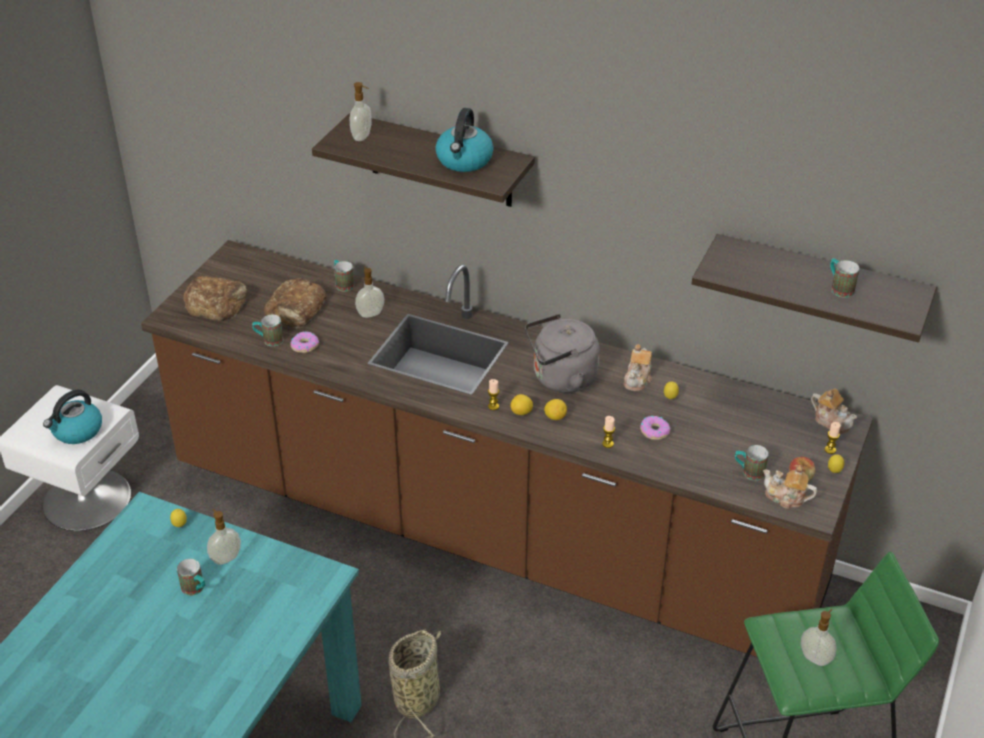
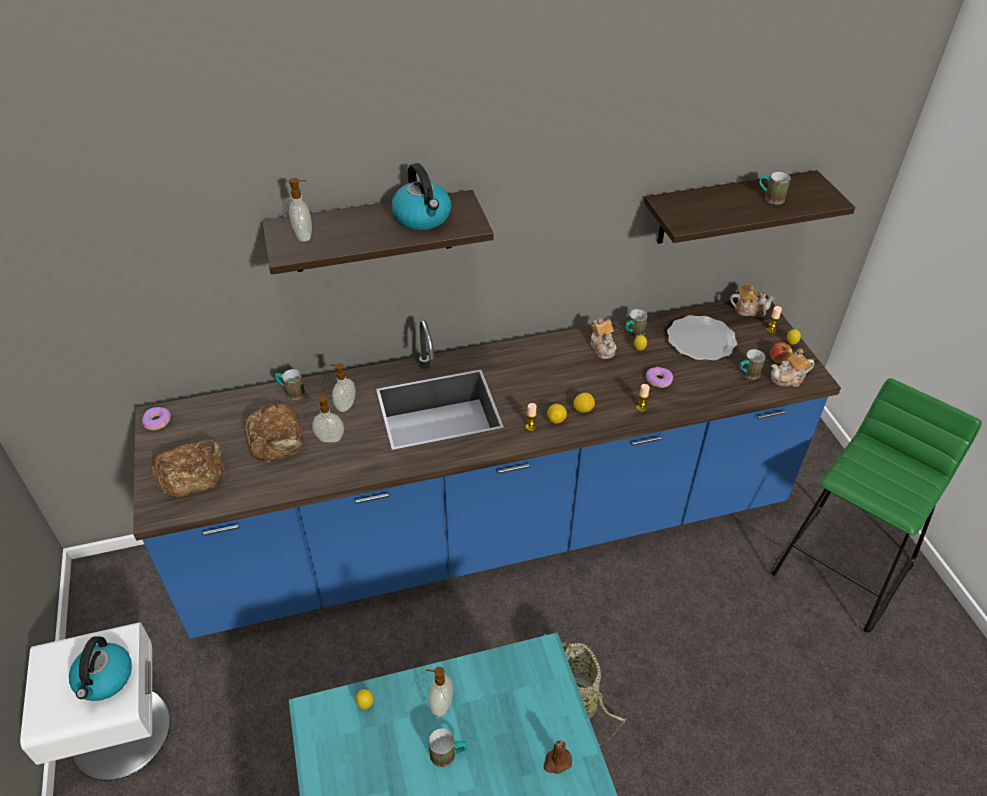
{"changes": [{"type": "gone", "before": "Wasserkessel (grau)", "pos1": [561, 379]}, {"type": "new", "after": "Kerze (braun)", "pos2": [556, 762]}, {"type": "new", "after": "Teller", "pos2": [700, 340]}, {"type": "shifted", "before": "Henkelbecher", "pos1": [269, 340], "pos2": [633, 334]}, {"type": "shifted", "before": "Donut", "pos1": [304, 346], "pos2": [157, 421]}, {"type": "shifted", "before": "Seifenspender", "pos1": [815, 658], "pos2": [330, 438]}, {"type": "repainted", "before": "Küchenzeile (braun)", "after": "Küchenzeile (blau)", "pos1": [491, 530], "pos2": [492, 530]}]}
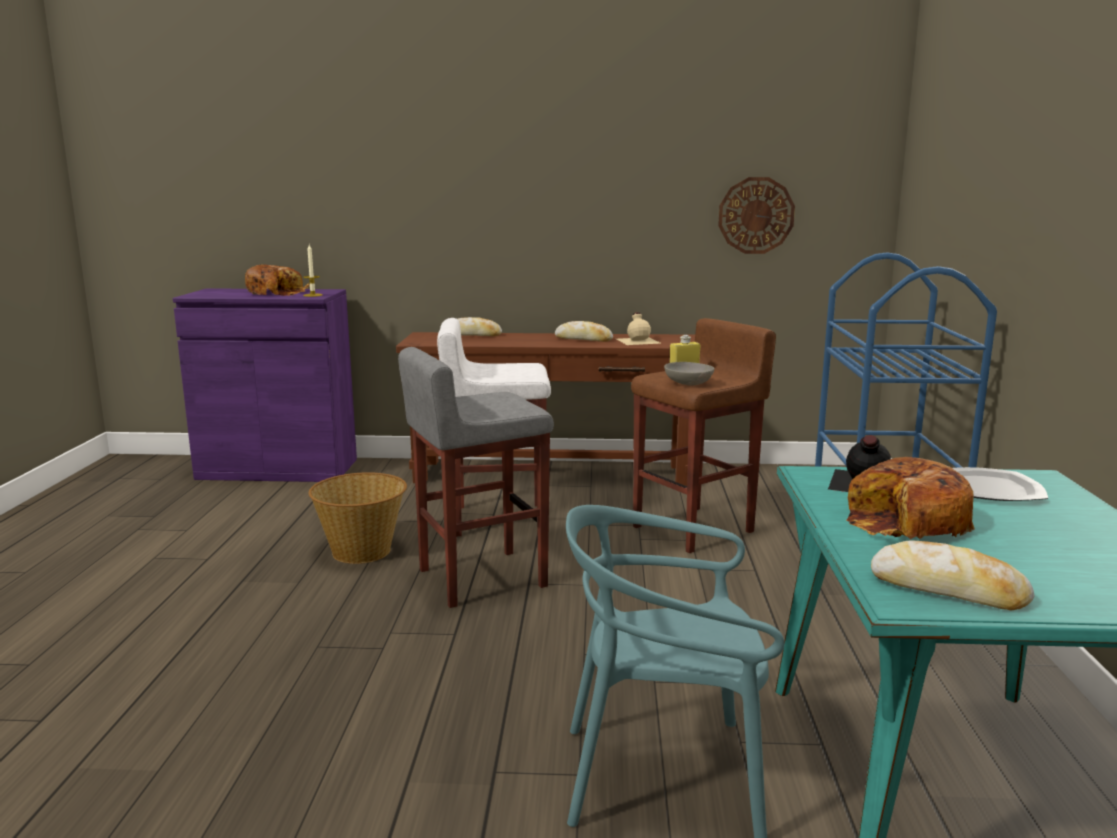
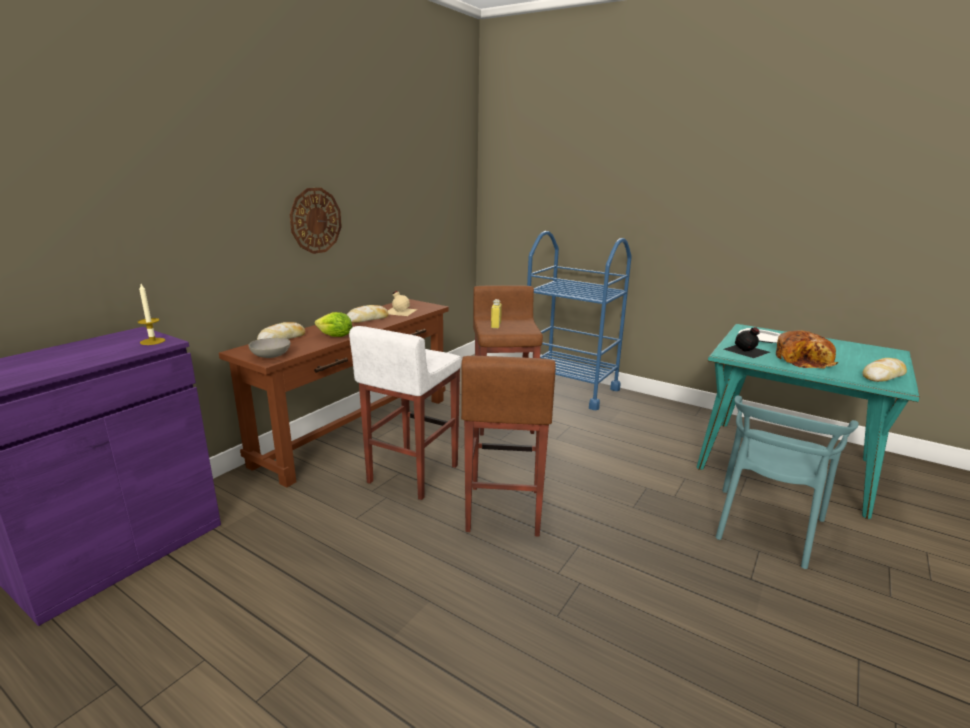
{"changes": [{"type": "gone", "before": "Brot", "pos1": [276, 292]}, {"type": "gone", "before": "Korb", "pos1": [362, 551]}, {"type": "new", "after": "Salatkopf", "pos2": [335, 336]}, {"type": "shifted", "before": "Schüssel (grau)", "pos1": [688, 384], "pos2": [270, 356]}, {"type": "shifted", "before": "Wanduhr", "pos1": [756, 215], "pos2": [315, 220]}, {"type": "repainted", "before": "Hocker (grau)", "after": "Hocker (braun)", "pos1": [479, 578], "pos2": [502, 510]}]}
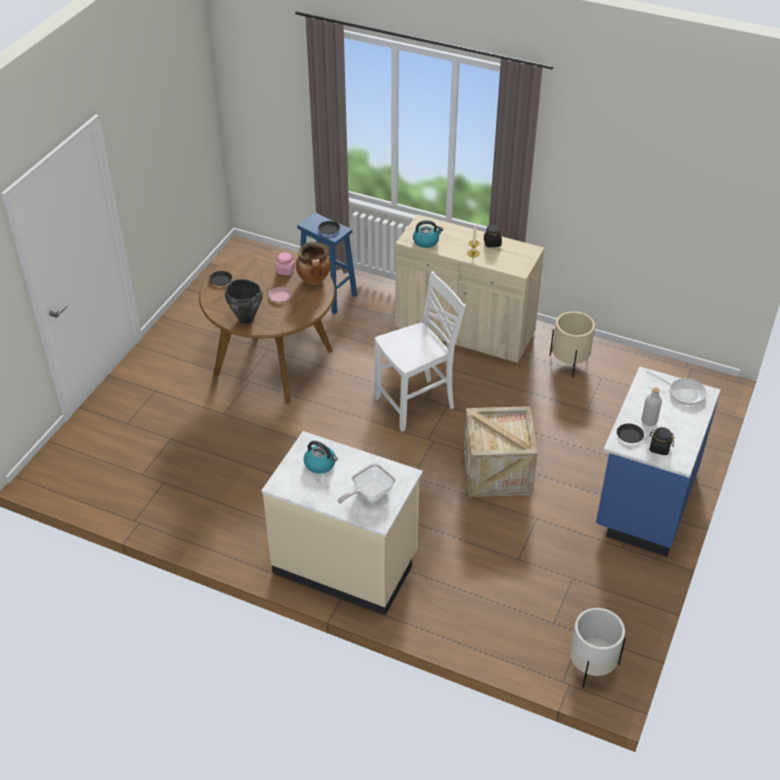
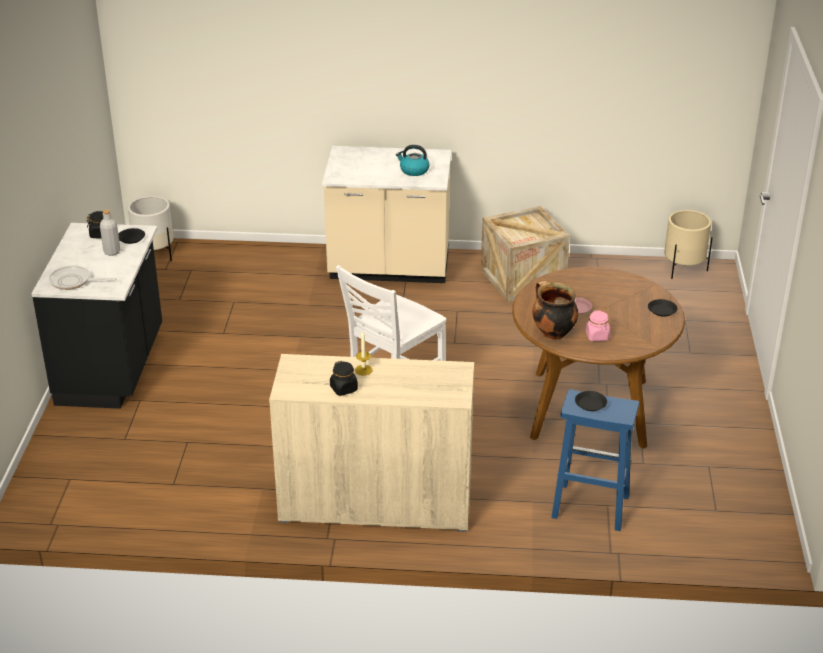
{"changes": [{"type": "gone", "before": "Kochtopf (schwarz)", "pos1": [246, 319]}, {"type": "gone", "before": "Pfanne", "pos1": [369, 493]}, {"type": "gone", "before": "Wasserkessel", "pos1": [426, 241]}, {"type": "shifted", "before": "Kiste", "pos1": [497, 472], "pos2": [522, 279]}, {"type": "shifted", "before": "Pflanzkübel (beige)", "pos1": [569, 362], "pos2": [683, 269]}, {"type": "repainted", "before": "Küchenzeile (blau)", "after": "Küchenzeile (schwarz)", "pos1": [644, 501], "pos2": [113, 368]}]}
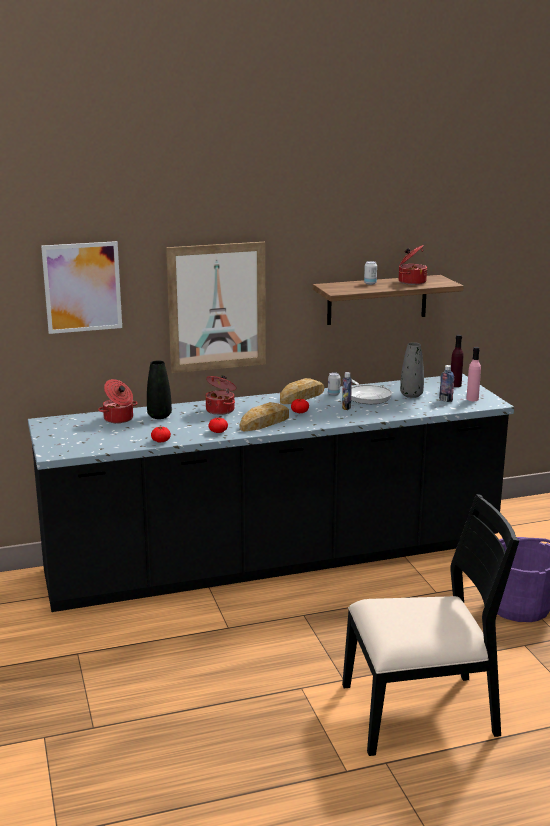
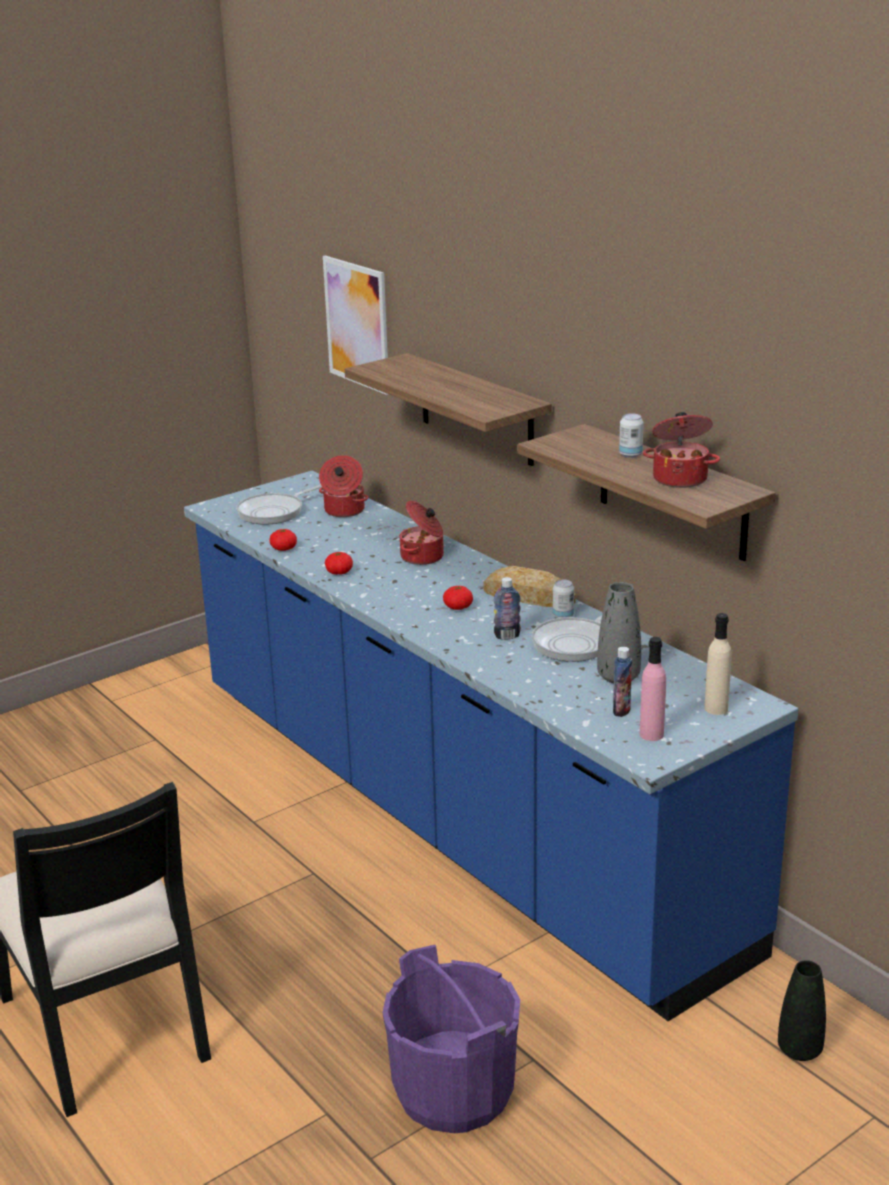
{"changes": [{"type": "gone", "before": "Brot", "pos1": [264, 422]}, {"type": "new", "after": "Pfanne", "pos2": [274, 512]}, {"type": "shifted", "before": "Vase (schwarz)", "pos1": [159, 416], "pos2": [799, 1050]}, {"type": "swapped", "before": "Bild", "after": "Wandregal", "pos1": [217, 307], "pos2": [476, 410]}, {"type": "repainted", "before": "Küchenzeile (schwarz)", "after": "Küchenzeile (blau)", "pos1": [275, 561], "pos2": [450, 814]}, {"type": "repainted", "before": "Flasche (lila)", "after": "Flasche (beige)", "pos1": [455, 385], "pos2": [716, 708]}]}
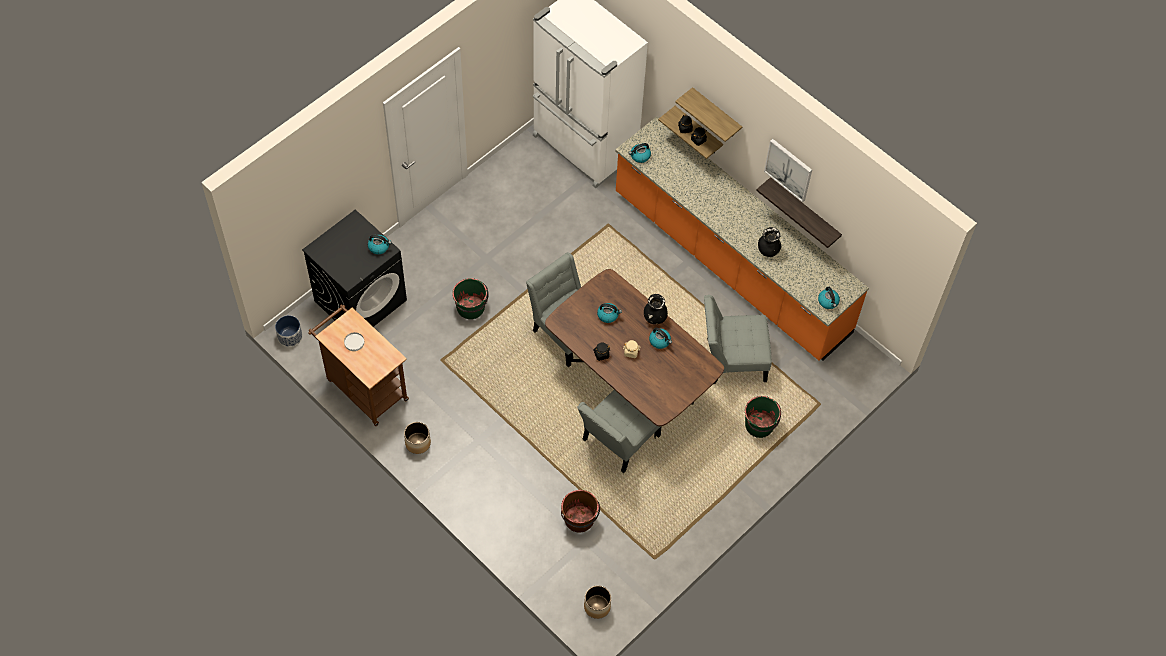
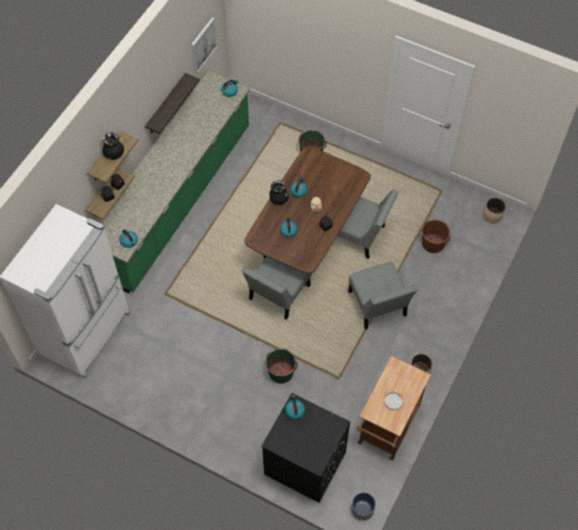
{"changes": [{"type": "shifted", "before": "Stuhl (grau)", "pos1": [732, 359], "pos2": [378, 307]}, {"type": "shifted", "before": "Vase (schwarz)", "pos1": [768, 250], "pos2": [114, 154]}, {"type": "shifted", "before": "Bild", "pos1": [789, 169], "pos2": [203, 45]}, {"type": "repainted", "before": "Küchenzeile (orange)", "after": "Küchenzeile (grün)", "pos1": [730, 264], "pos2": [177, 201]}]}
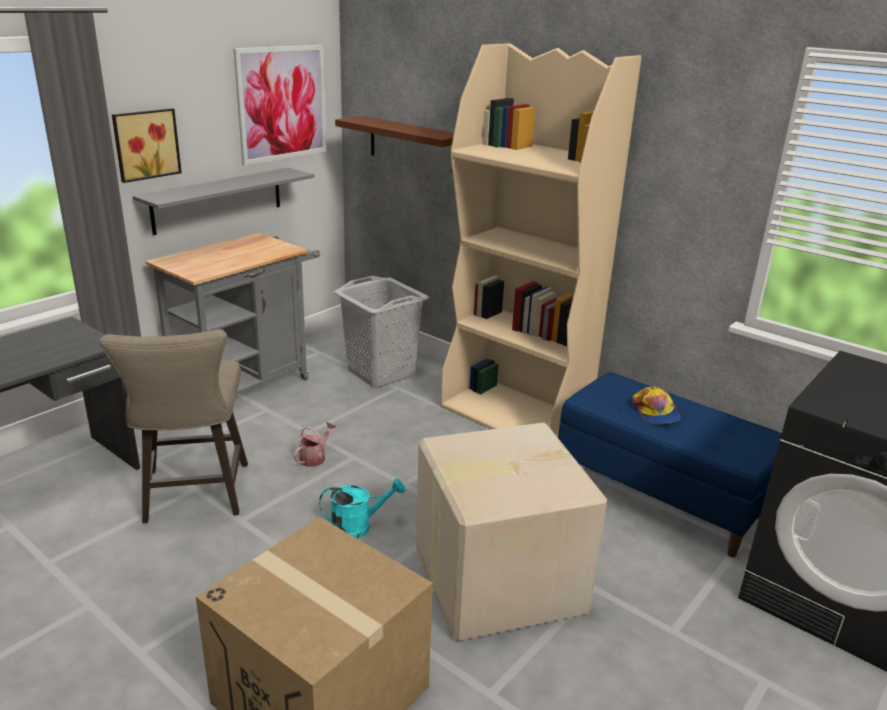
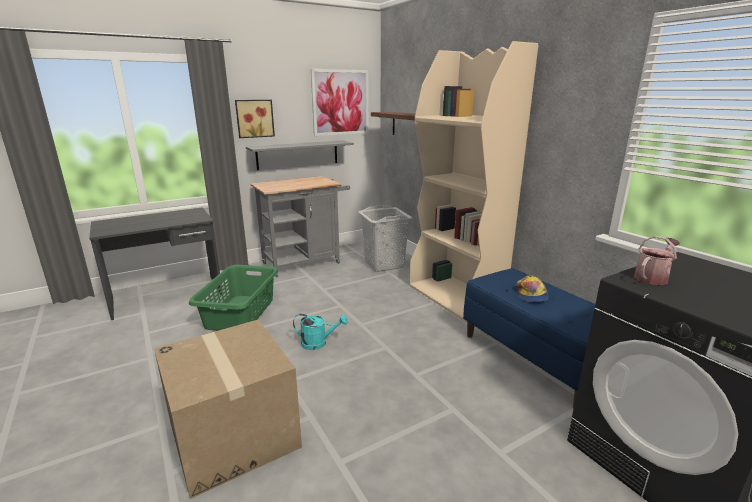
{"changes": [{"type": "gone", "before": "Karton", "pos1": [495, 579]}, {"type": "shifted", "before": "Gießkanne", "pos1": [315, 457], "pos2": [652, 277]}, {"type": "swapped", "before": "Hocker (beige)", "after": "Wäschekorb (grün)", "pos1": [194, 497], "pos2": [239, 313]}]}
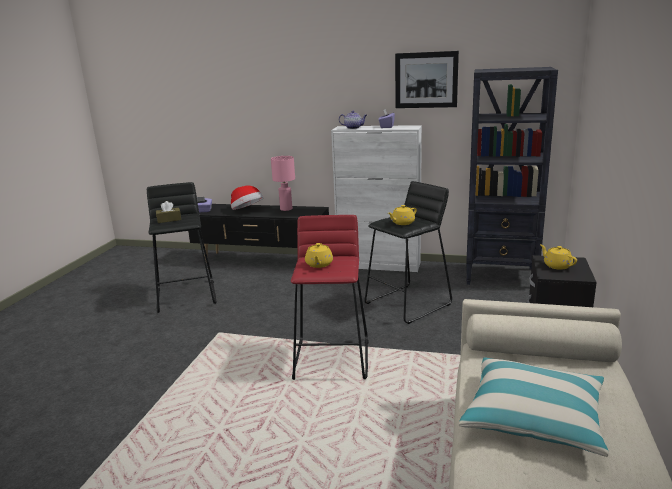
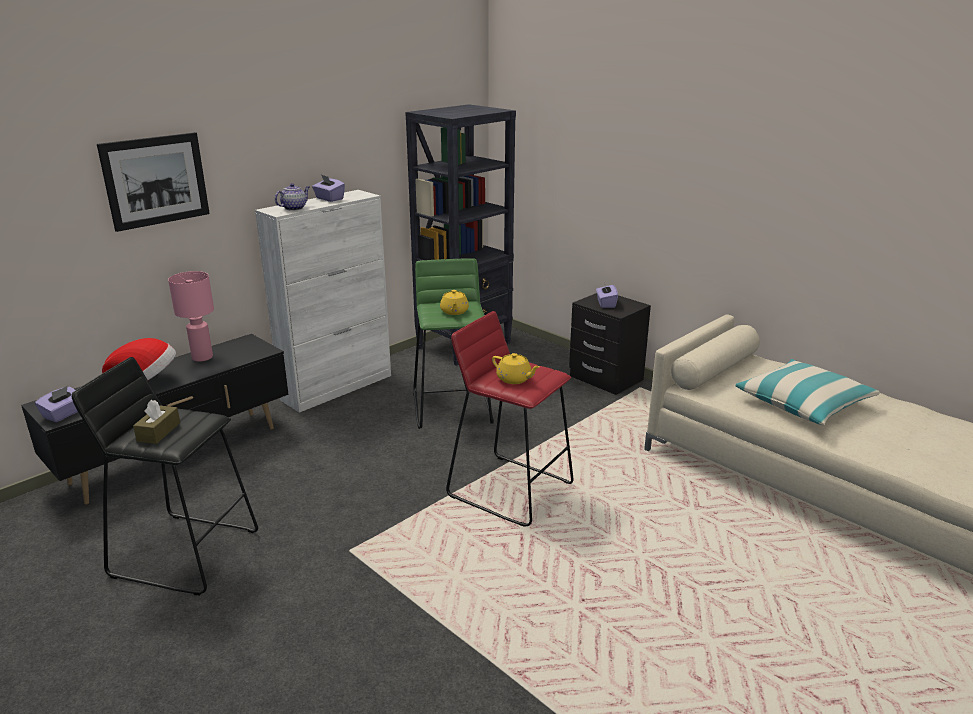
{"changes": [{"type": "shifted", "before": "Bild", "pos1": [426, 80], "pos2": [155, 180]}, {"type": "swapped", "before": "Teekanne (gelb)", "after": "Taschentuchbox (lila)", "pos1": [556, 265], "pos2": [605, 304]}, {"type": "repainted", "before": "Hocker (schwarz)", "after": "Hocker (grün)", "pos1": [408, 304], "pos2": [453, 407]}]}
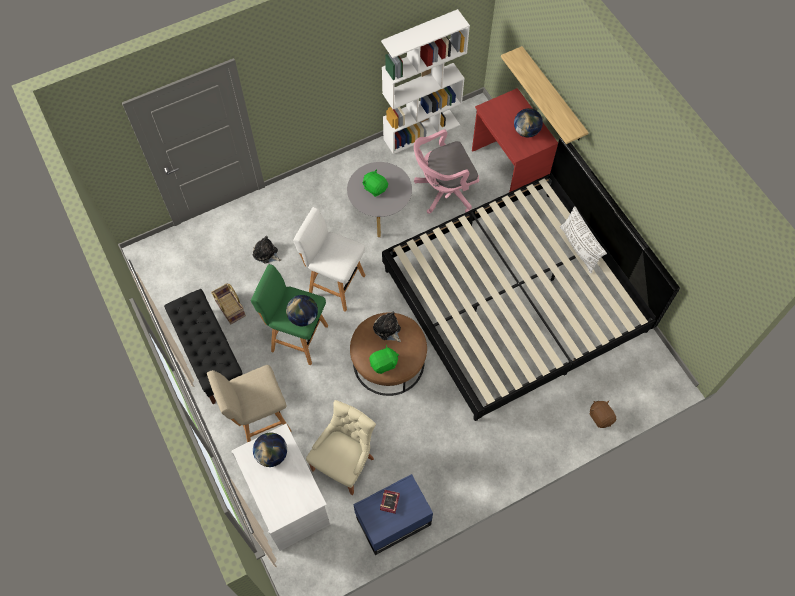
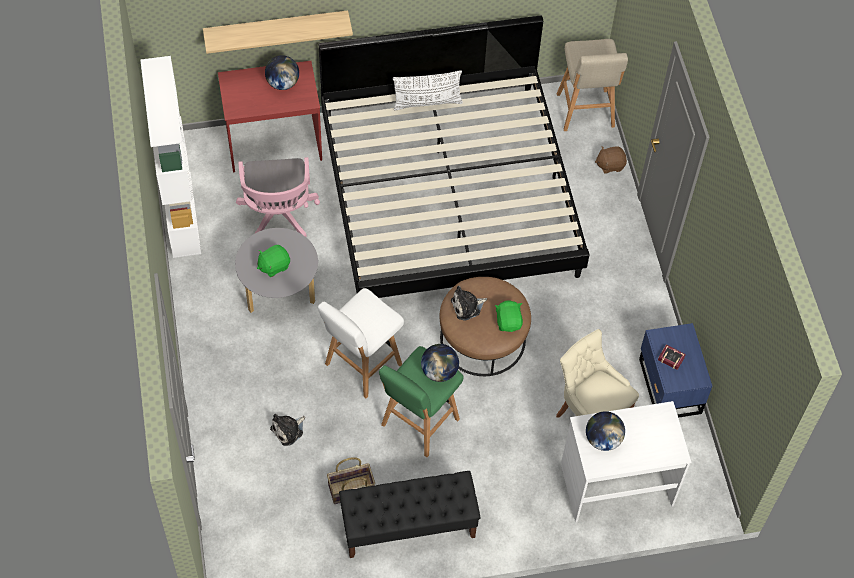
{"changes": [{"type": "shifted", "before": "Hocker (beige)", "pos1": [259, 420], "pos2": [585, 112]}]}
